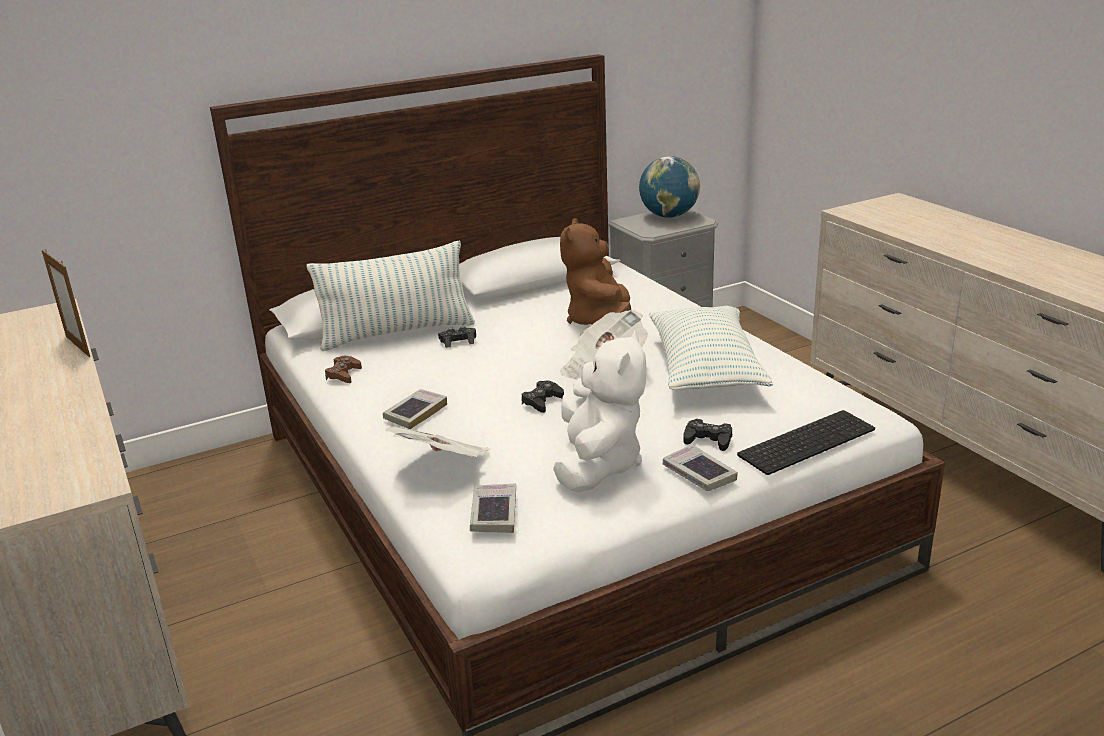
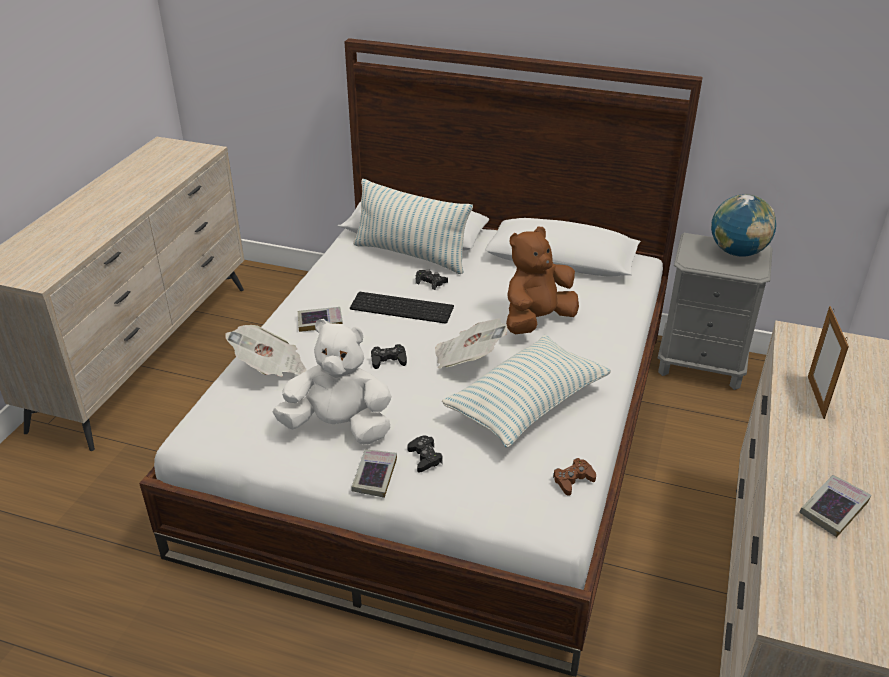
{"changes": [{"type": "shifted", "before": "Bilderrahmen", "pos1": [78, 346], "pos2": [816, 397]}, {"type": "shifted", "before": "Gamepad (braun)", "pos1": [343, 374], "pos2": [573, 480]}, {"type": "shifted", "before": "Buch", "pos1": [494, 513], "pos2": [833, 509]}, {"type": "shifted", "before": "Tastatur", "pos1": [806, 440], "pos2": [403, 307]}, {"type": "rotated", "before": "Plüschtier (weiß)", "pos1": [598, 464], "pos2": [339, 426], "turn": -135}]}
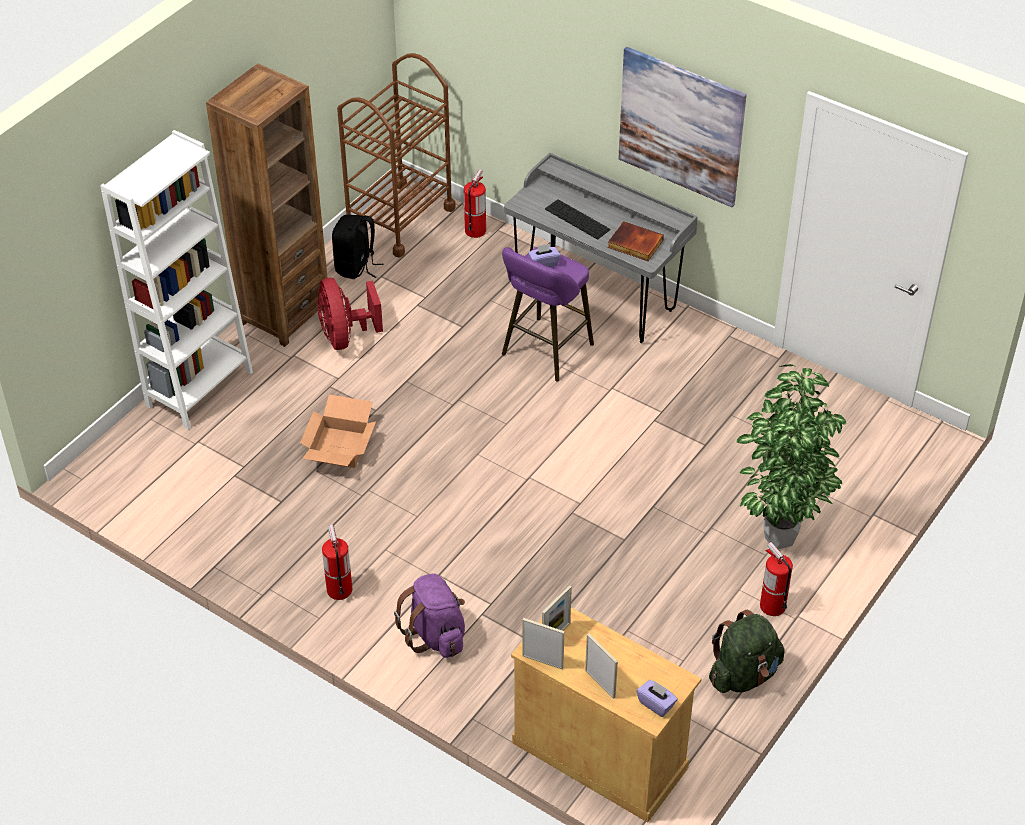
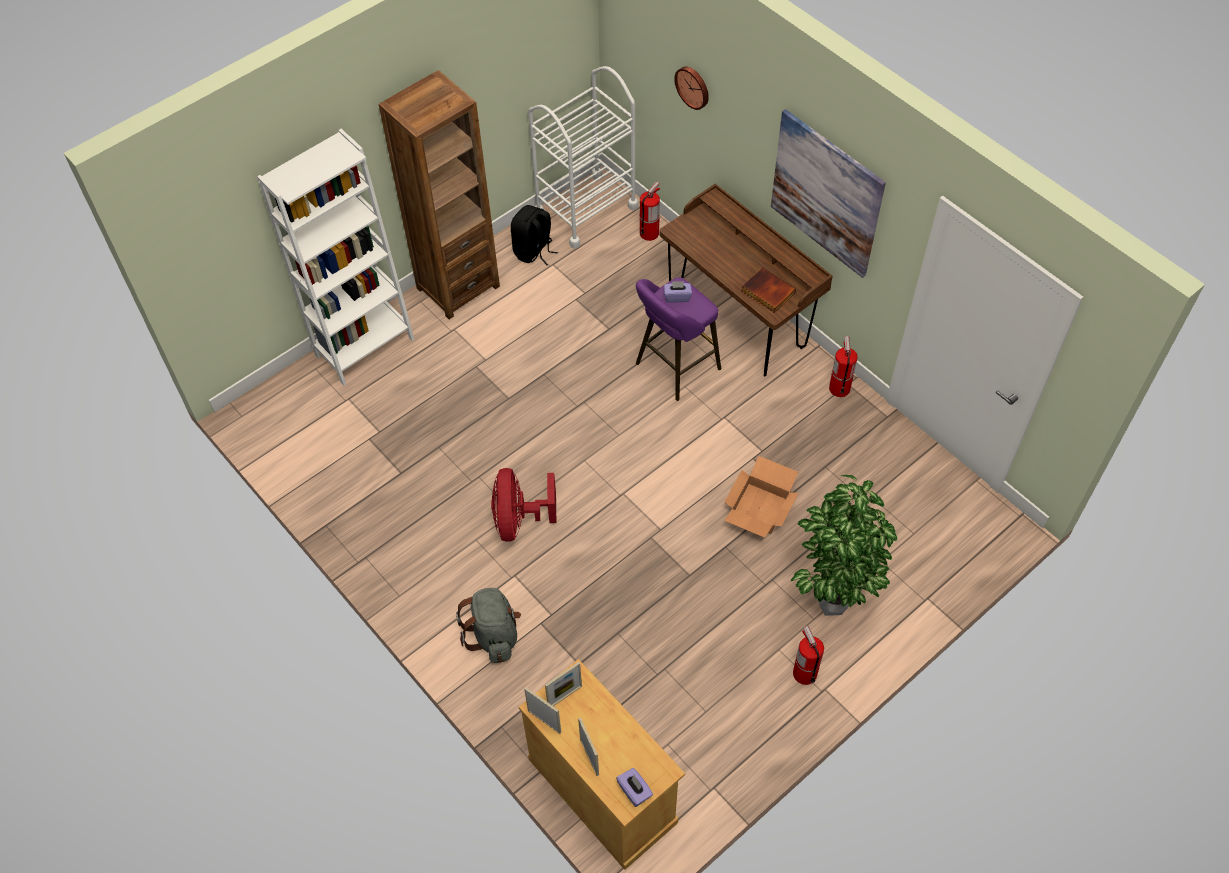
{"changes": [{"type": "gone", "before": "Tastatur", "pos1": [577, 219]}, {"type": "gone", "before": "Rucksack (grün)", "pos1": [744, 674]}, {"type": "new", "after": "Wanduhr", "pos2": [693, 87]}, {"type": "shifted", "before": "Karton", "pos1": [340, 448], "pos2": [760, 509]}, {"type": "shifted", "before": "Ventilator (rot)", "pos1": [345, 336], "pos2": [519, 520]}, {"type": "shifted", "before": "Feuerlöscher", "pos1": [339, 589], "pos2": [839, 388]}, {"type": "repainted", "before": "Rollwagen (braun)", "after": "Rollwagen (weiß)", "pos1": [399, 219], "pos2": [586, 210]}, {"type": "repainted", "before": "Rucksack (lila)", "after": "Rucksack (grau)", "pos1": [435, 635], "pos2": [494, 635]}, {"type": "repainted", "before": "Schreibtisch (grau)", "after": "Schreibtisch (braun)", "pos1": [596, 298], "pos2": [737, 322]}]}
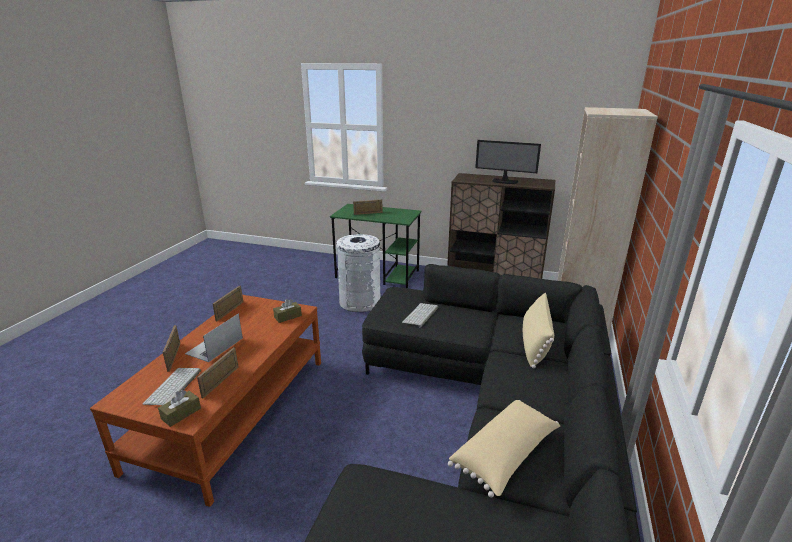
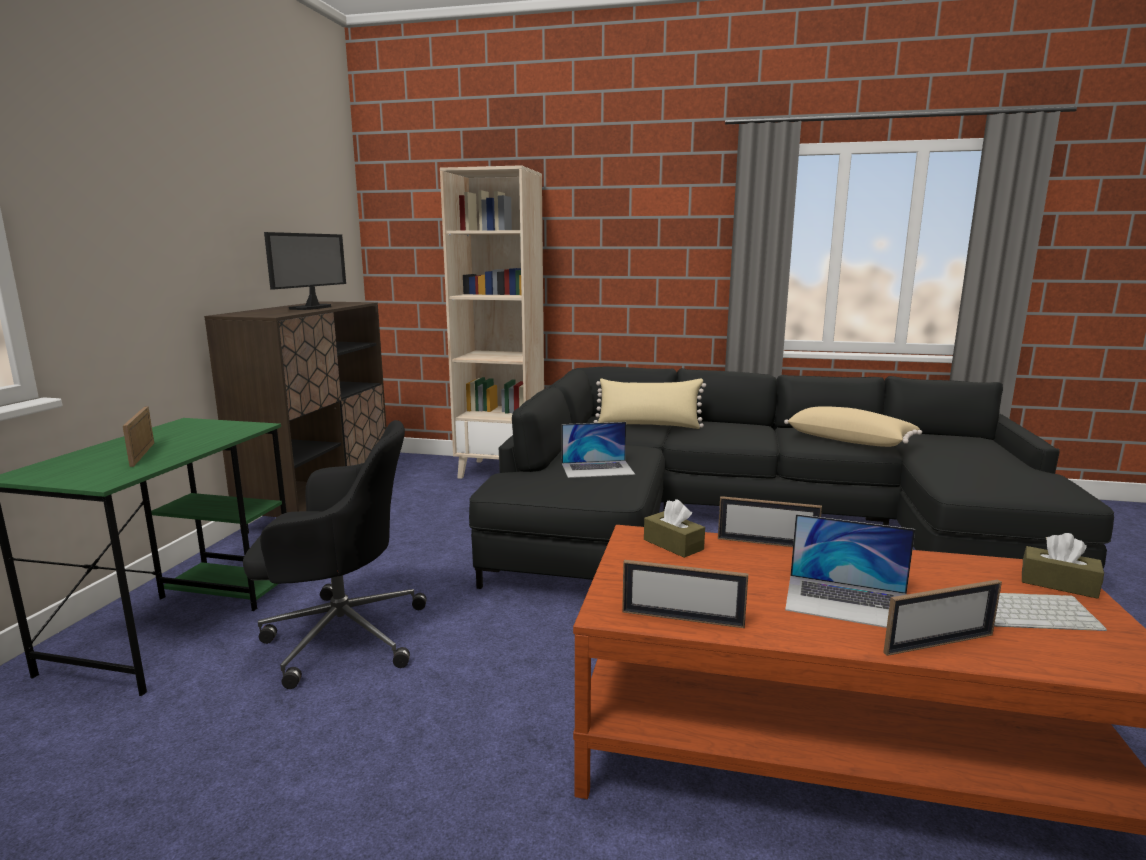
{"changes": [{"type": "shifted", "before": "Bilderrahmen", "pos1": [220, 381], "pos2": [766, 543]}, {"type": "swapped", "before": "Mülleimer (weiß)", "after": "Bürostuhl (schwarz)", "pos1": [360, 302], "pos2": [340, 635]}, {"type": "swapped", "before": "Tastatur", "after": "Laptop", "pos1": [421, 315], "pos2": [597, 469]}]}
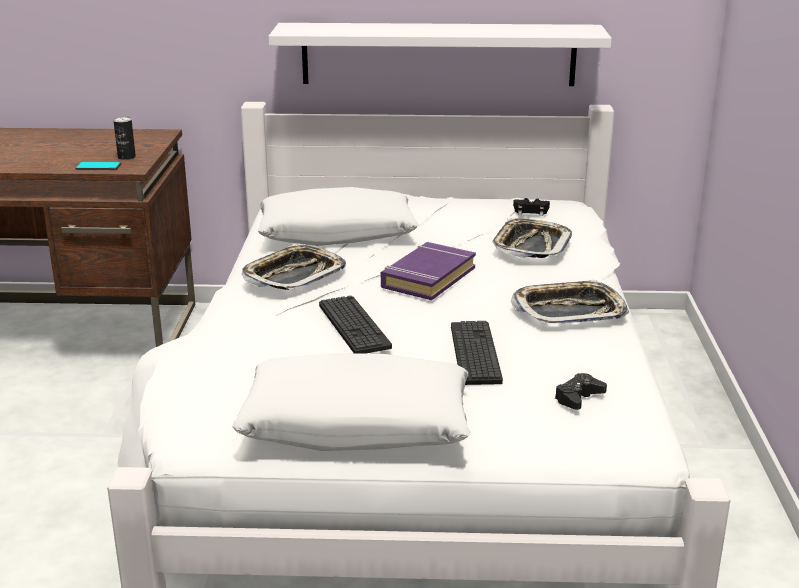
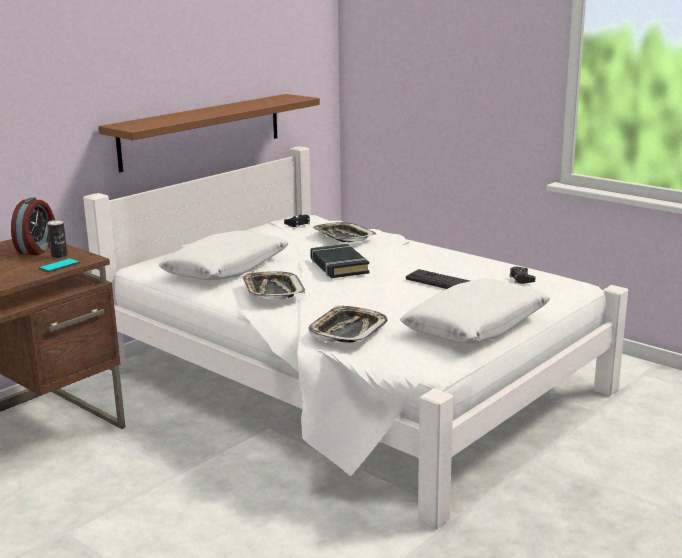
{"changes": [{"type": "gone", "before": "Tastatur", "pos1": [354, 326]}, {"type": "new", "after": "Wecker", "pos2": [38, 249]}, {"type": "shifted", "before": "Tablett", "pos1": [569, 311], "pos2": [347, 331]}, {"type": "repainted", "before": "Wandregal (weiß)", "after": "Wandregal (braun)", "pos1": [438, 54], "pos2": [202, 131]}, {"type": "repainted", "before": "Buch (lila)", "after": "Buch (schwarz)", "pos1": [428, 277], "pos2": [338, 266]}]}
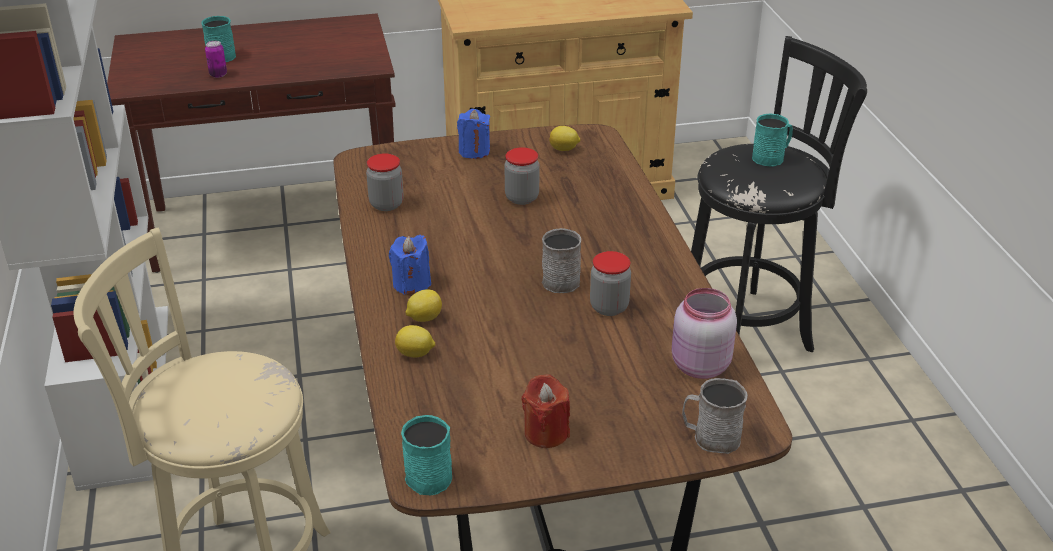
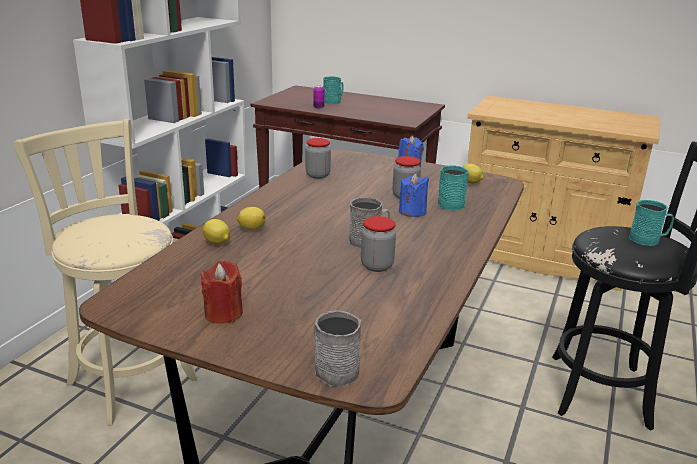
{"changes": [{"type": "gone", "before": "Vorratsglas (rosa)", "pos1": [698, 366]}, {"type": "shifted", "before": "Kerze (blau)", "pos1": [411, 284], "pos2": [412, 212]}, {"type": "shifted", "before": "Henkelbecher (türkis)", "pos1": [424, 474], "pos2": [450, 203]}]}
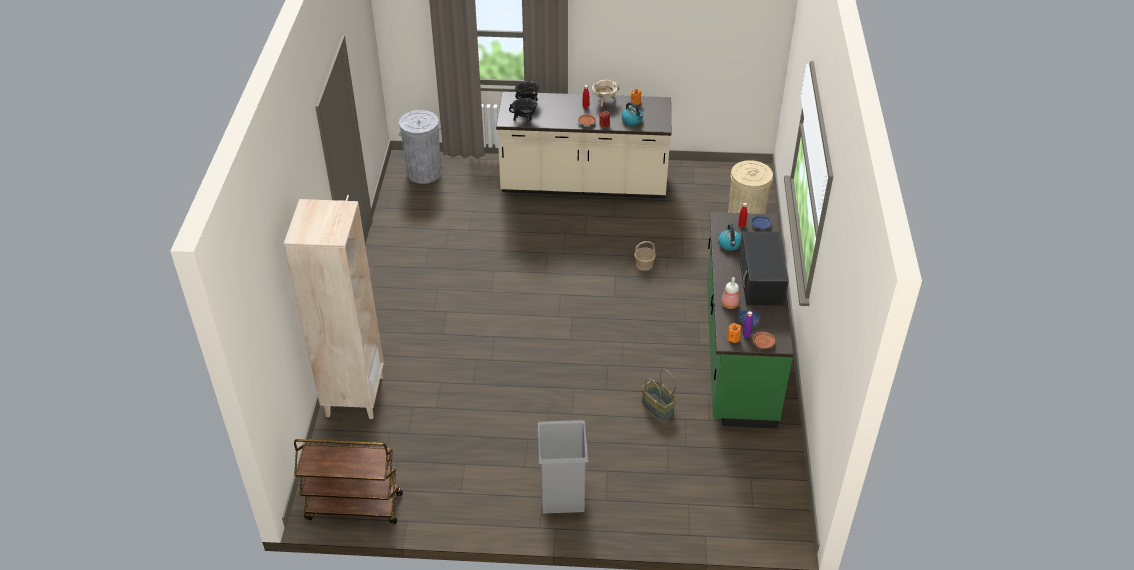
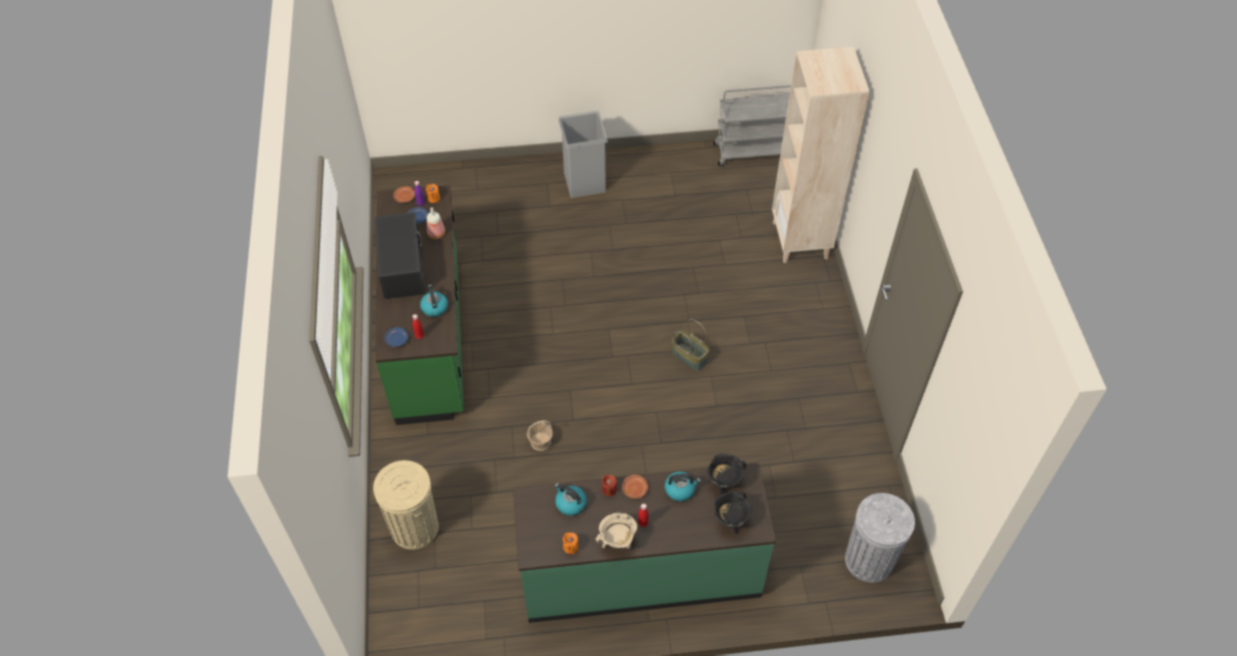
{"changes": [{"type": "new", "after": "Wasserkessel", "pos2": [680, 489]}, {"type": "shifted", "before": "Korb", "pos1": [657, 407], "pos2": [690, 357]}, {"type": "repainted", "before": "Rollwagen (braun)", "after": "Rollwagen (grau)", "pos1": [353, 507], "pos2": [753, 151]}, {"type": "repainted", "before": "Küchenzeile (beige)", "after": "Küchenzeile (grün)", "pos1": [584, 184], "pos2": [640, 572]}]}
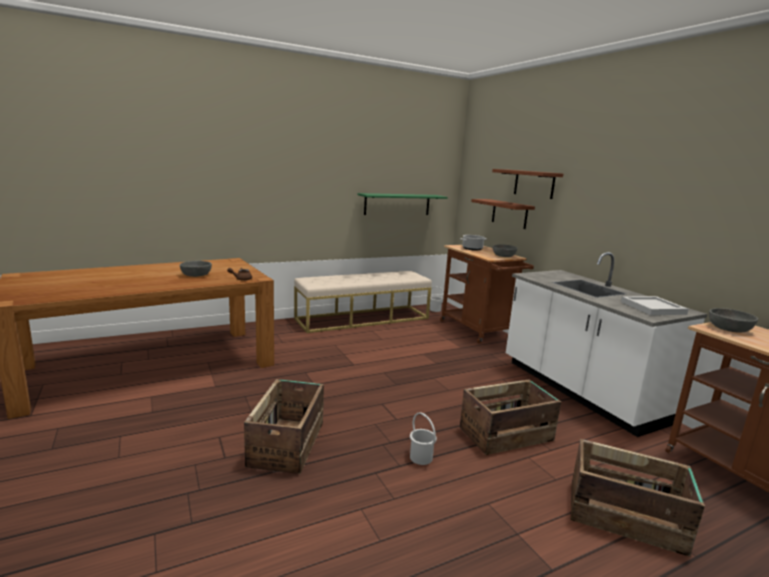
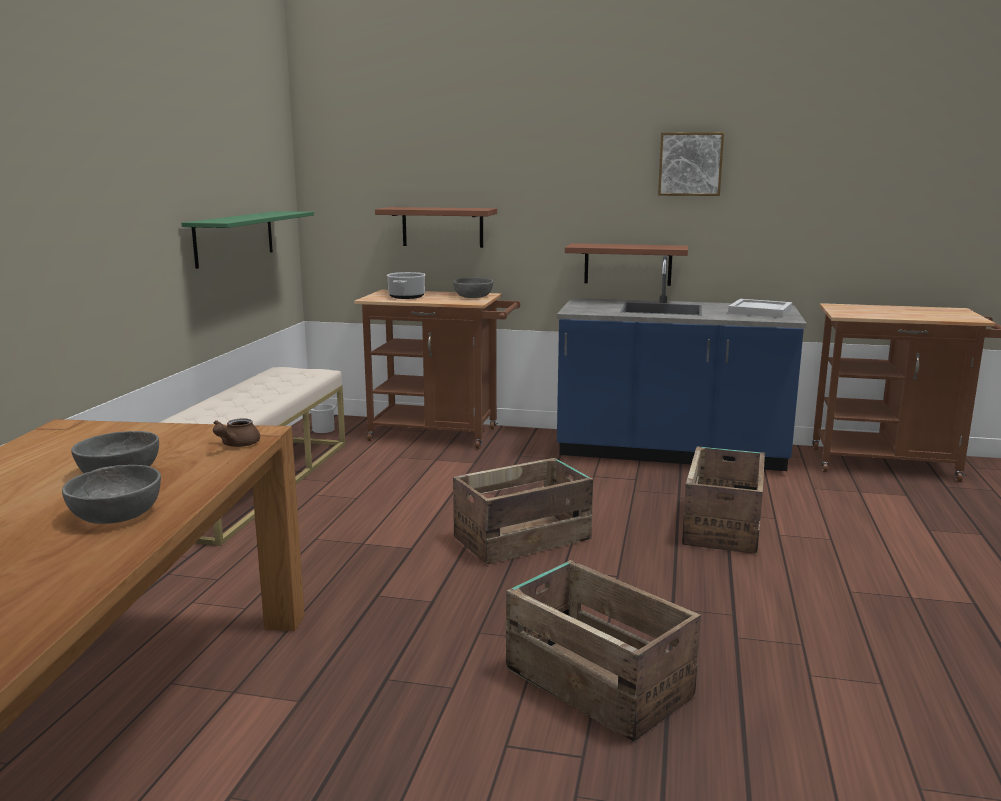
{"changes": [{"type": "gone", "before": "Eimer (weiß)", "pos1": [421, 457]}, {"type": "new", "after": "Bild", "pos2": [690, 164]}, {"type": "shifted", "before": "Wandregal", "pos1": [534, 184], "pos2": [627, 264]}, {"type": "shifted", "before": "Kiste", "pos1": [626, 517], "pos2": [524, 538]}, {"type": "shifted", "before": "Schüssel (grau)", "pos1": [729, 329], "pos2": [116, 514]}, {"type": "repainted", "before": "Küchenzeile (weiß)", "after": "Küchenzeile (blau)", "pos1": [579, 391], "pos2": [671, 453]}]}
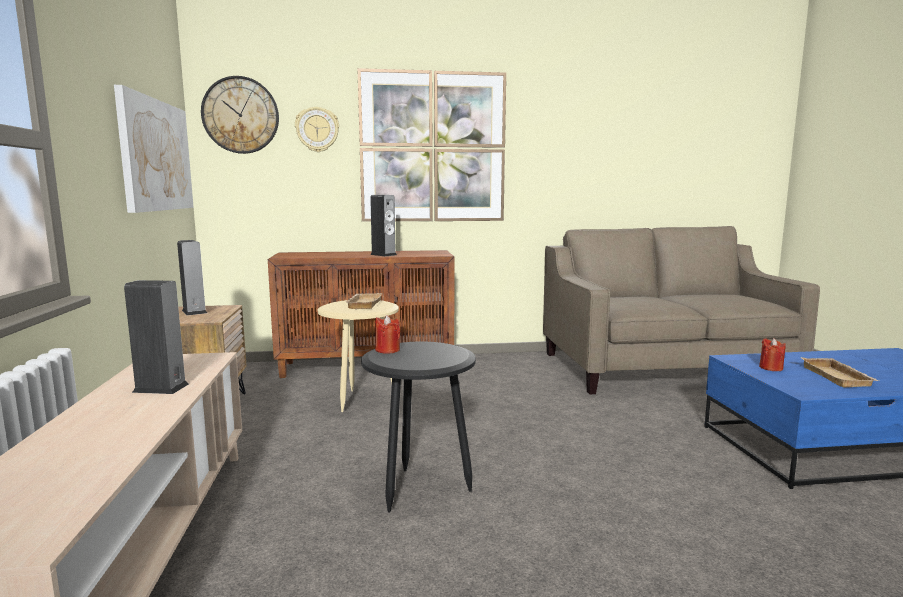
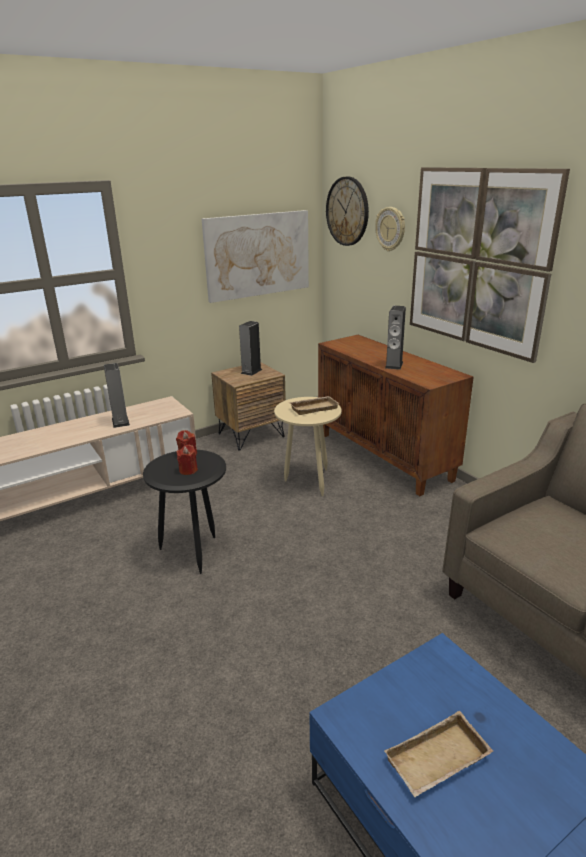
{"changes": [{"type": "shifted", "before": "Kerze (rot)", "pos1": [771, 368], "pos2": [188, 470]}]}
